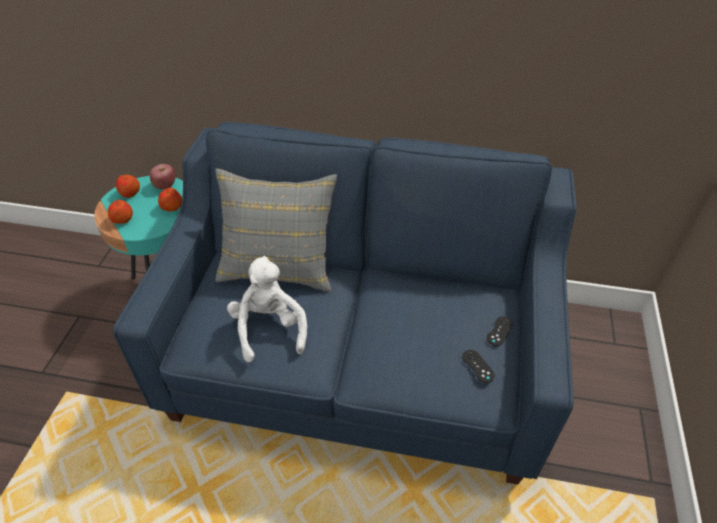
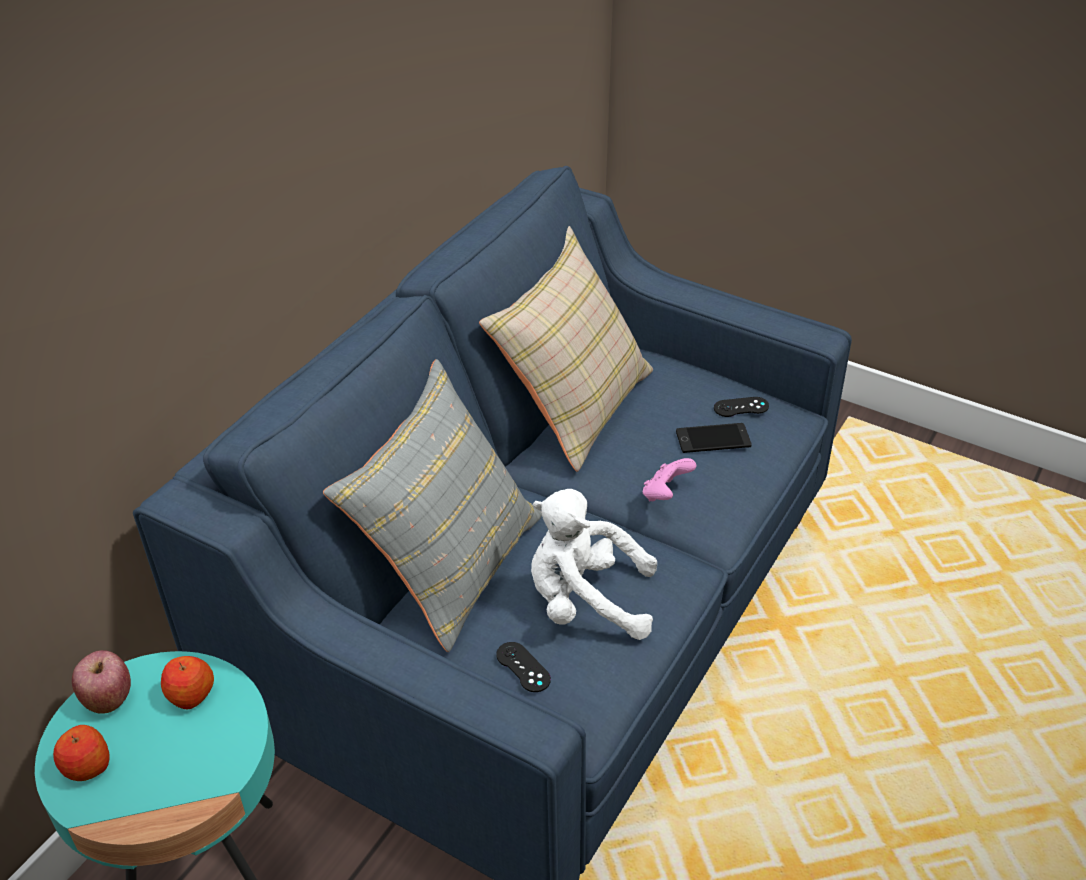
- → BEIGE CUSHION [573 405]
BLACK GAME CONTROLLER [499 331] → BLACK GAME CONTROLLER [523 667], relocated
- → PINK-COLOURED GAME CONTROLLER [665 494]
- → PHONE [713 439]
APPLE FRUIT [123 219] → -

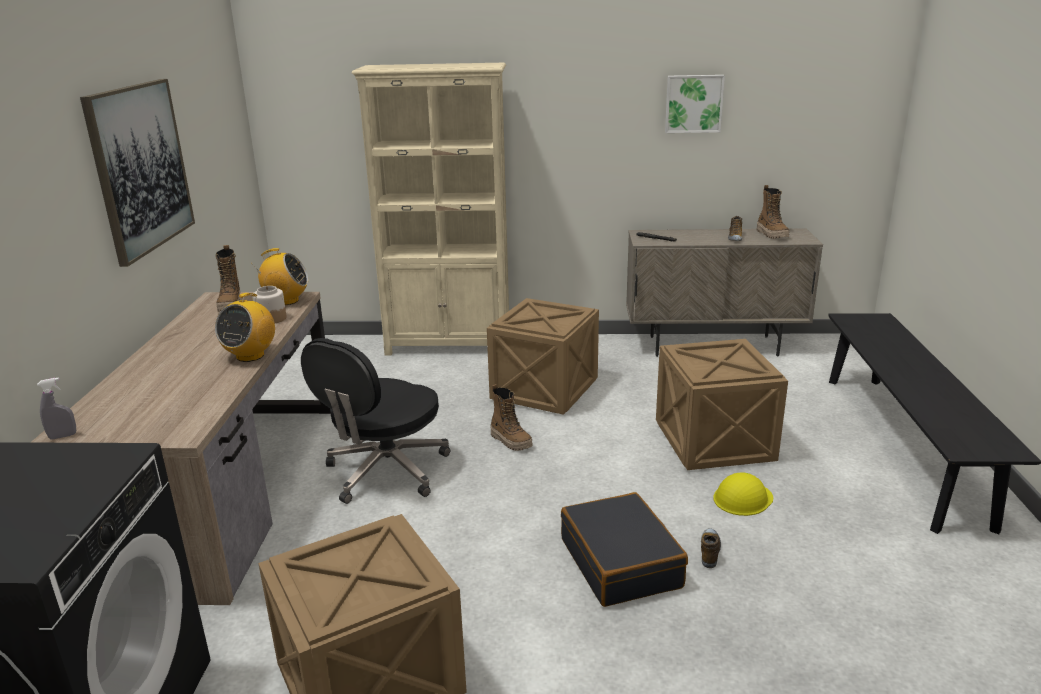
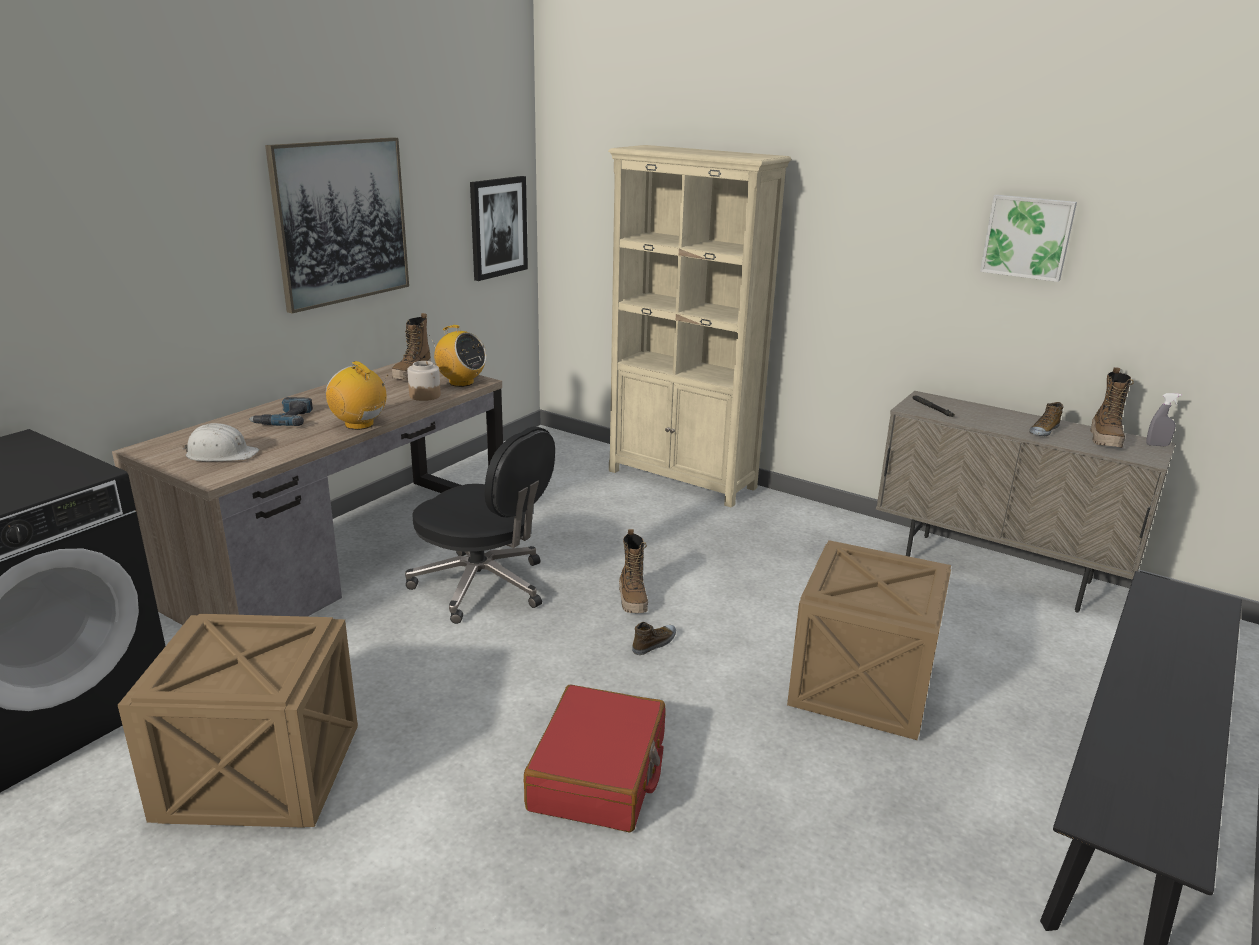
- → WHITISH WORK HELMET [221 454]
- → DRILL [285 419]
RADIO RECEIVER [250 356] → RADIO RECEIVER [360 424], 75 degrees clockwise
BLACK COMPUTER CHAIR [385 472] → BLACK COMPUTER CHAIR [483 586], 120 degrees counterclockwise
- → WALL PICTURE [498 227]
BLACK PIECE OF LUGGAGE [621 563] → RED-COLOURED PIECE OF LUGGAGE [599 774]
LOW SHOE [710 551] → LOW SHOE [654 643], relocated
GREYISH HAND SPRAYER [63 436] → GREYISH HAND SPRAYER [1157 445], relocated
CRATE [545 389] → -
YELLOW-COLOURED WORK HELMET [742 498] → -

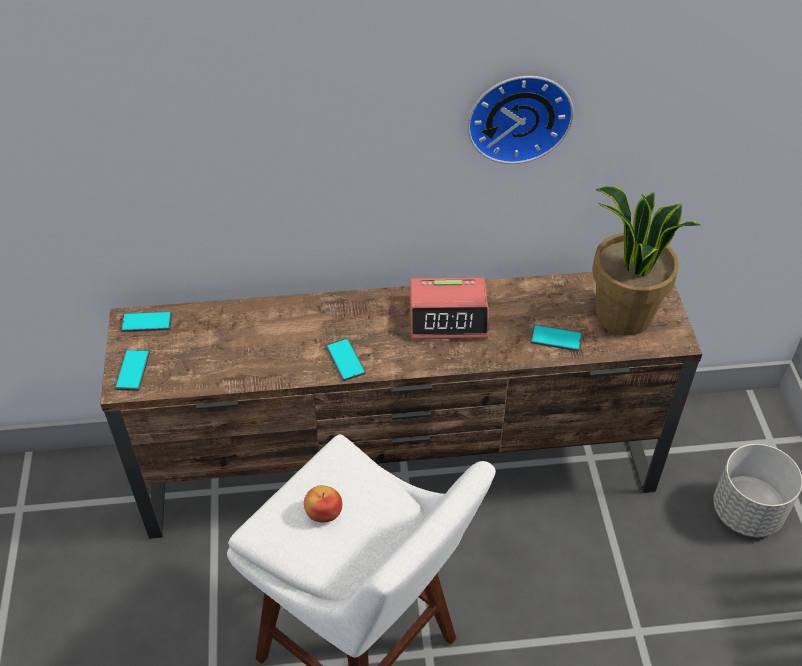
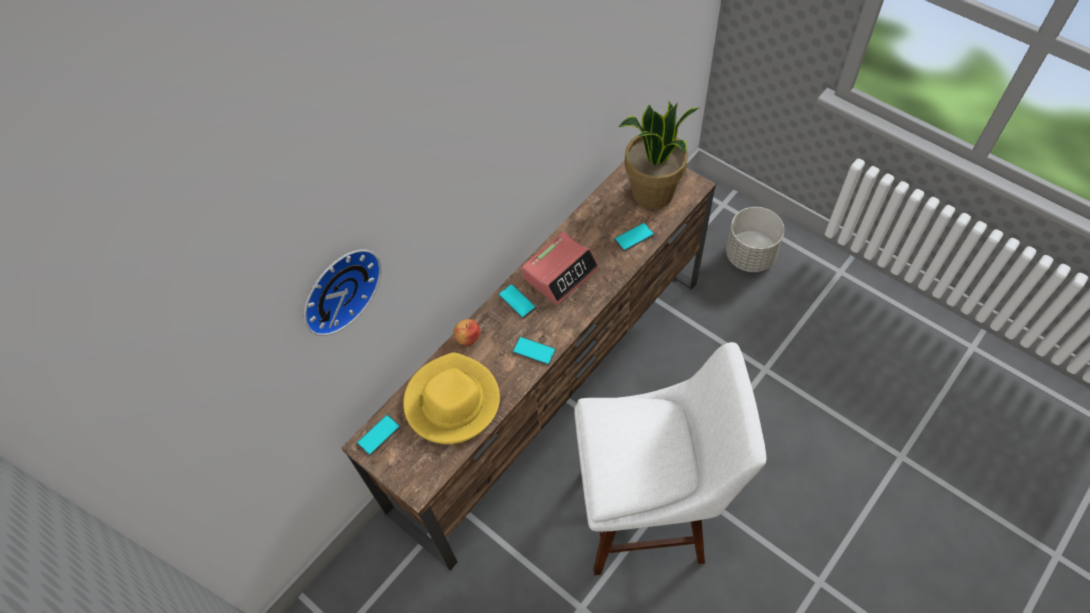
HANGING CLOCK [518 115] → HANGING CLOCK [337 288], relocated
- → YELLOW-COLOURED CLOTHING HAT [451 401]
APPLE FRUIT [324 512] → APPLE FRUIT [468 337], relocated
PHONE [133 370] → PHONE [517 301], relocated

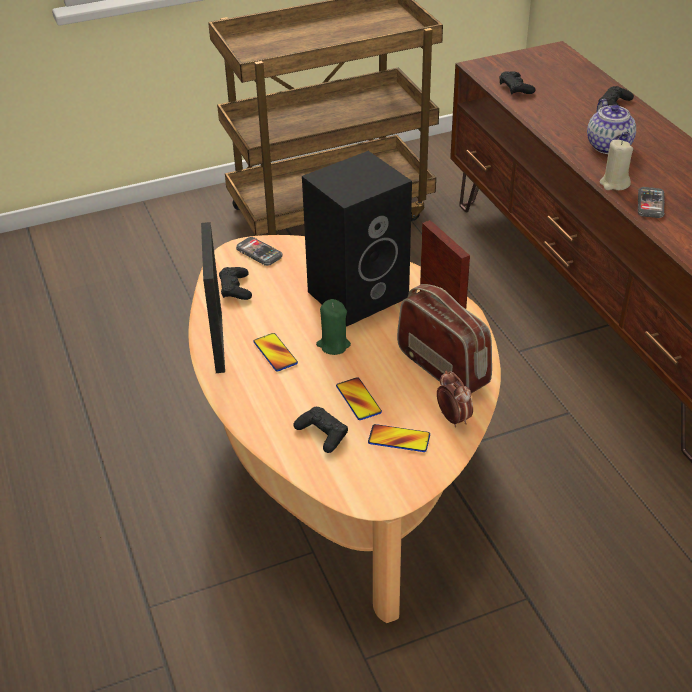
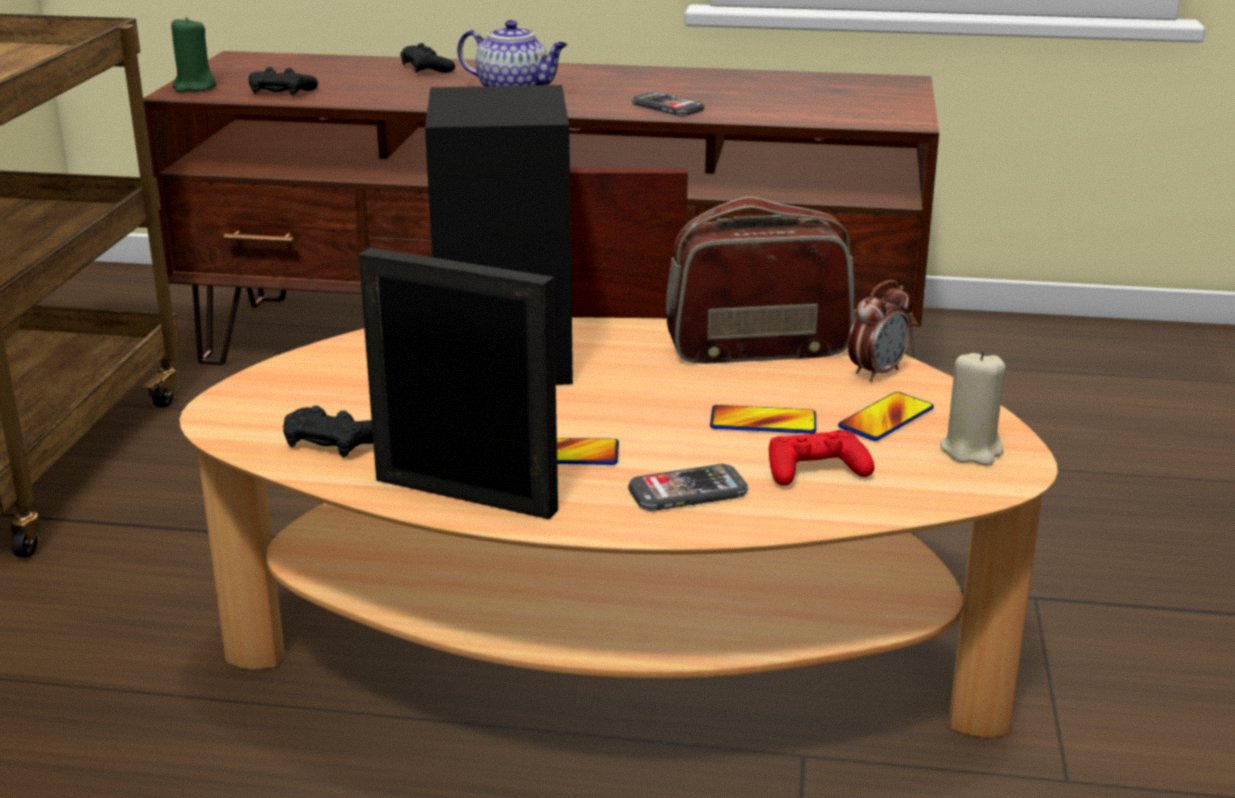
GREENISH WAX LIGHT [333 345] → GREENISH WAX LIGHT [194 87], relocated
PHONE [259 253] → PHONE [687 491], relocated
BLACK GAME CONTROLLER [322 434] → RED-COLOURED GAME CONTROLLER [816 470]
ALARM CLOCK [453 418] → ALARM CLOCK [877 372], 135 degrees clockwise
BEIGE WAX LIGHT [614 184] → BEIGE WAX LIGHT [971 450], relocated

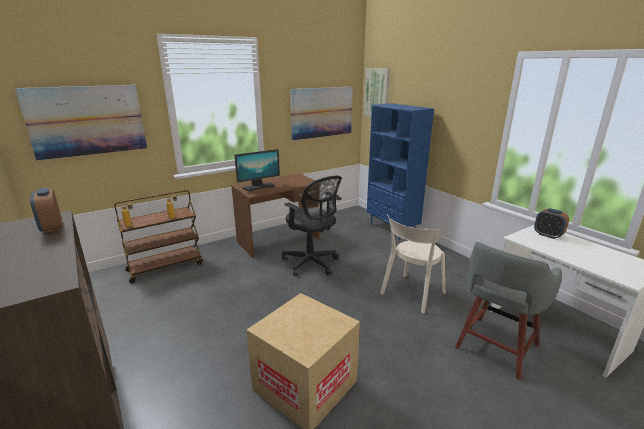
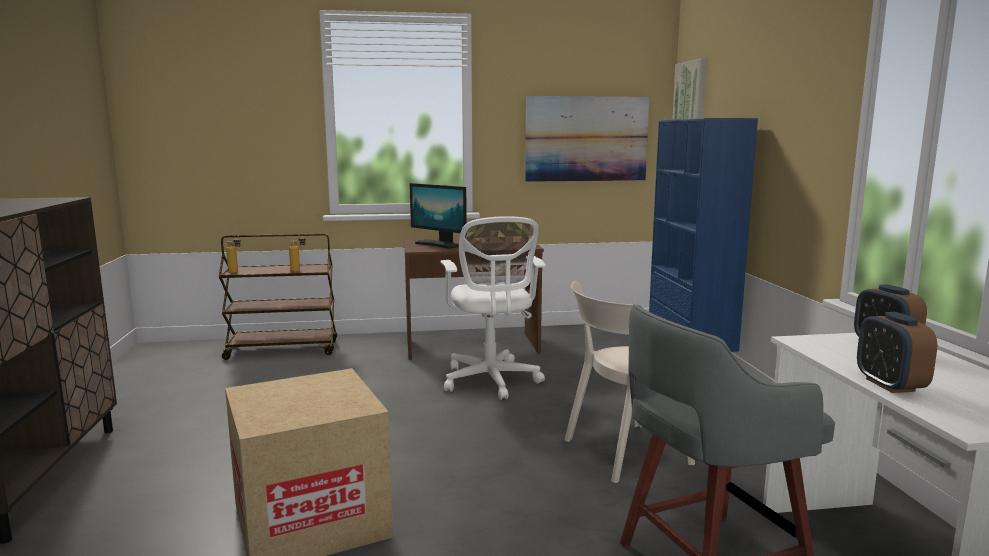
MONITOR [259 187] → MONITOR [439 244], 45 degrees clockwise
BLACK COMPUTER CHAIR [312 264] → WHITISH COMPUTER CHAIR [491 381]
ALARM CLOCK [52 227] → ALARM CLOCK [890 385], relocated
WALL PICTURE [87 120] → -

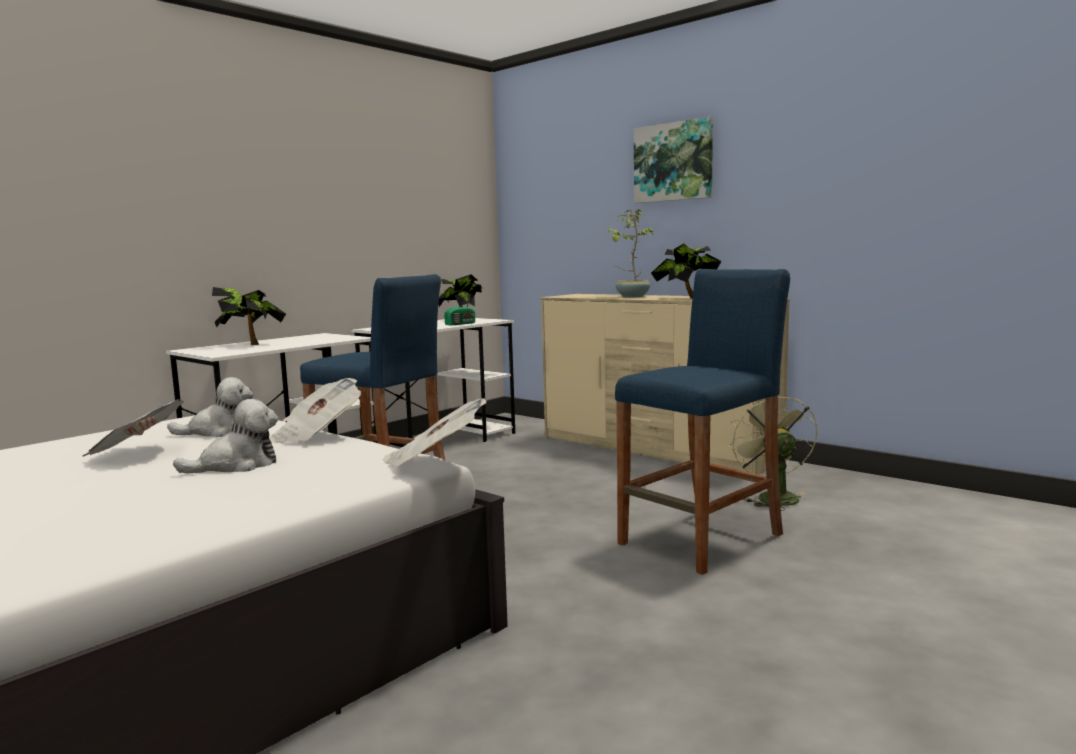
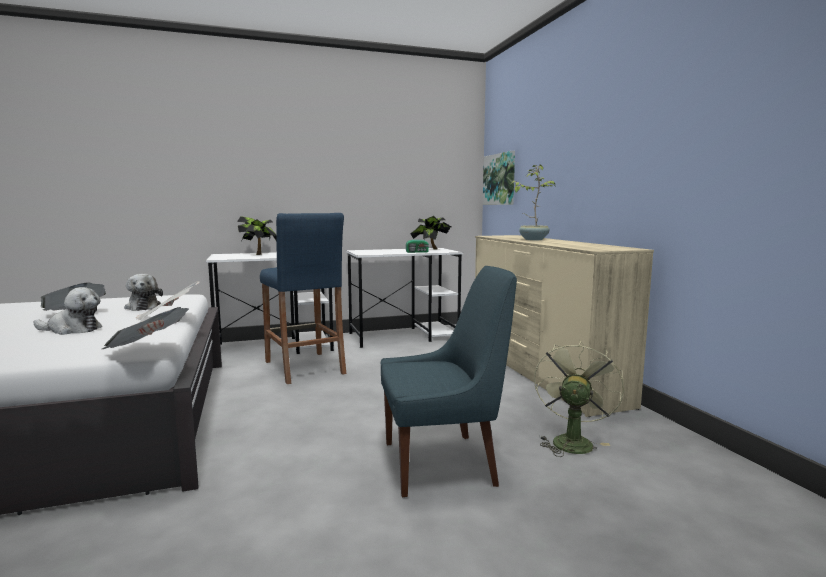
CUDDLY TOY [219 431] → CUDDLY TOY [143 307], 45 degrees clockwise
BLUE STOOL SEAT [701 539] → BLUE PLAIN CHAIR [443 463]
WALL PICTURE [673 162] → WALL PICTURE [500 179], relocated
POTTED PLANT [686 298] → -

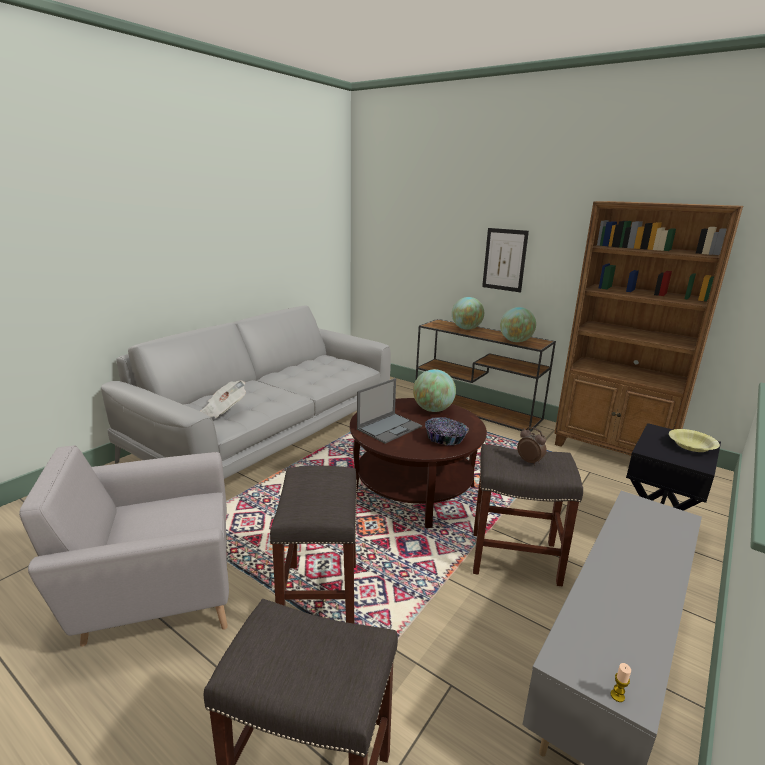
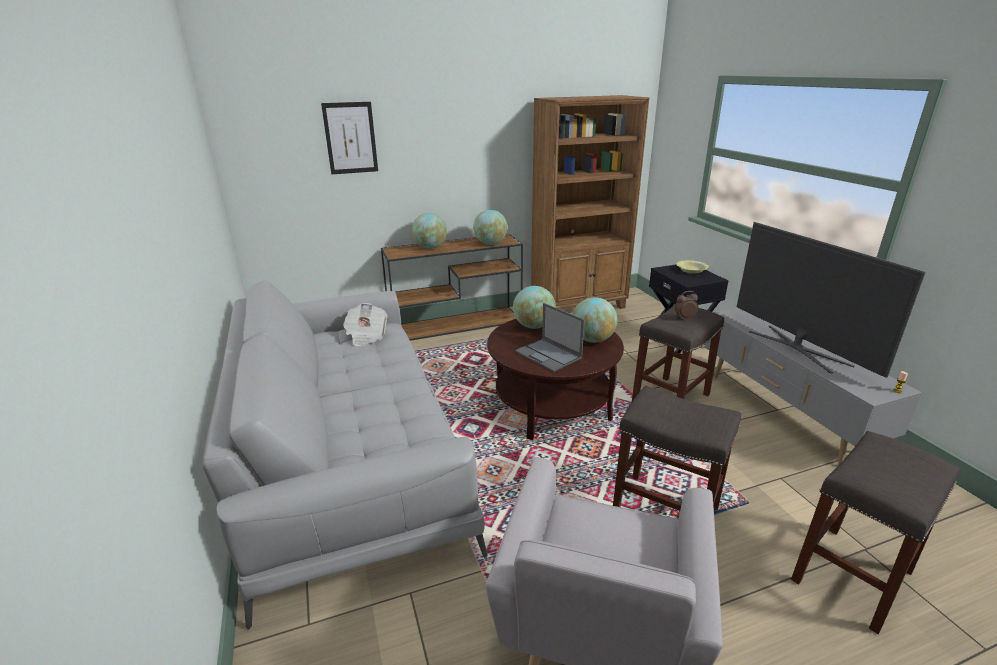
WALL PICTURE [504 260] → WALL PICTURE [350 138], relocated
PRINTED PAPER [223 410] → PRINTED PAPER [366 335], relocated
NOTEBOOK COMPUTER [389 427] → NOTEBOOK COMPUTER [549 355], 150 degrees clockwise
BOWL [445 439] → GLOBE [592 340]
- → TELEVISION [798 348]

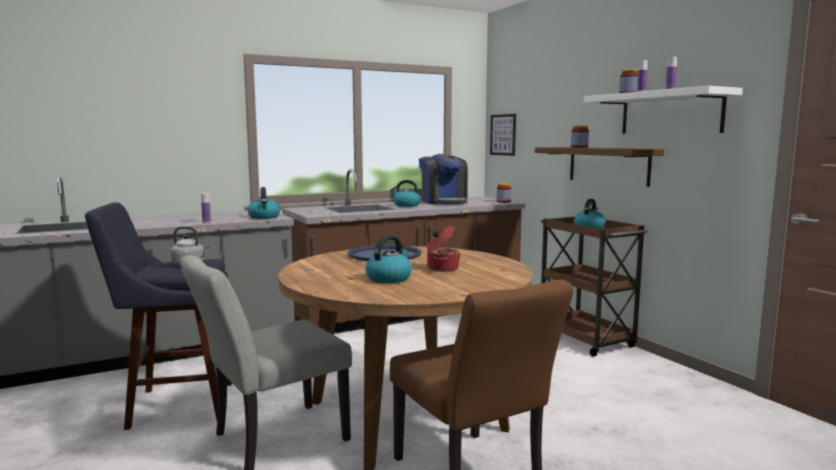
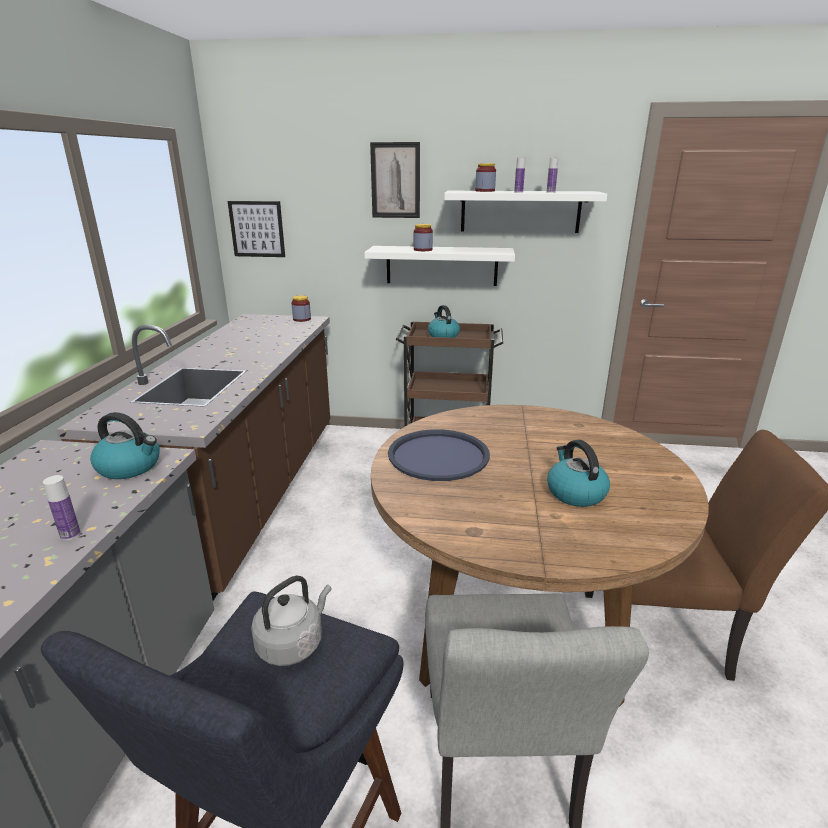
BROWN-COLOURED WALL SHELF [608 165] → WHITISH WALL SHELF [441 265]
- → WALL PICTURE [395 180]
KETTLE [406 205] → -
COFFEE MACHINE [444 202] → -
COOKING POT [441 268] → -

